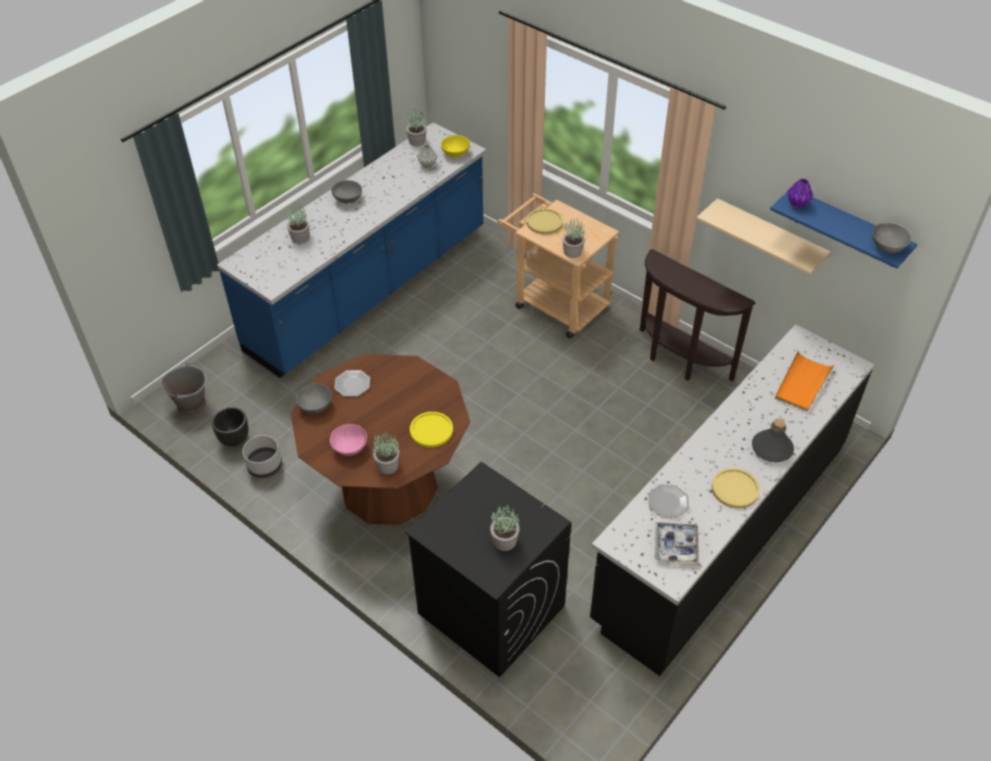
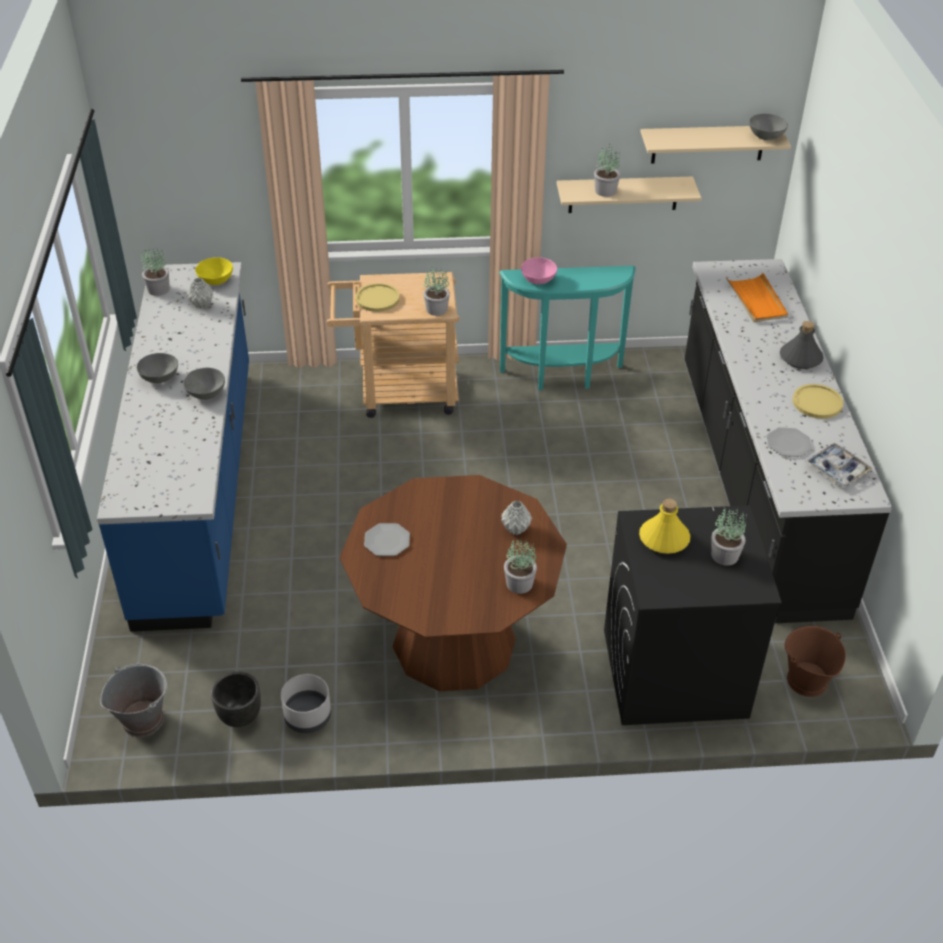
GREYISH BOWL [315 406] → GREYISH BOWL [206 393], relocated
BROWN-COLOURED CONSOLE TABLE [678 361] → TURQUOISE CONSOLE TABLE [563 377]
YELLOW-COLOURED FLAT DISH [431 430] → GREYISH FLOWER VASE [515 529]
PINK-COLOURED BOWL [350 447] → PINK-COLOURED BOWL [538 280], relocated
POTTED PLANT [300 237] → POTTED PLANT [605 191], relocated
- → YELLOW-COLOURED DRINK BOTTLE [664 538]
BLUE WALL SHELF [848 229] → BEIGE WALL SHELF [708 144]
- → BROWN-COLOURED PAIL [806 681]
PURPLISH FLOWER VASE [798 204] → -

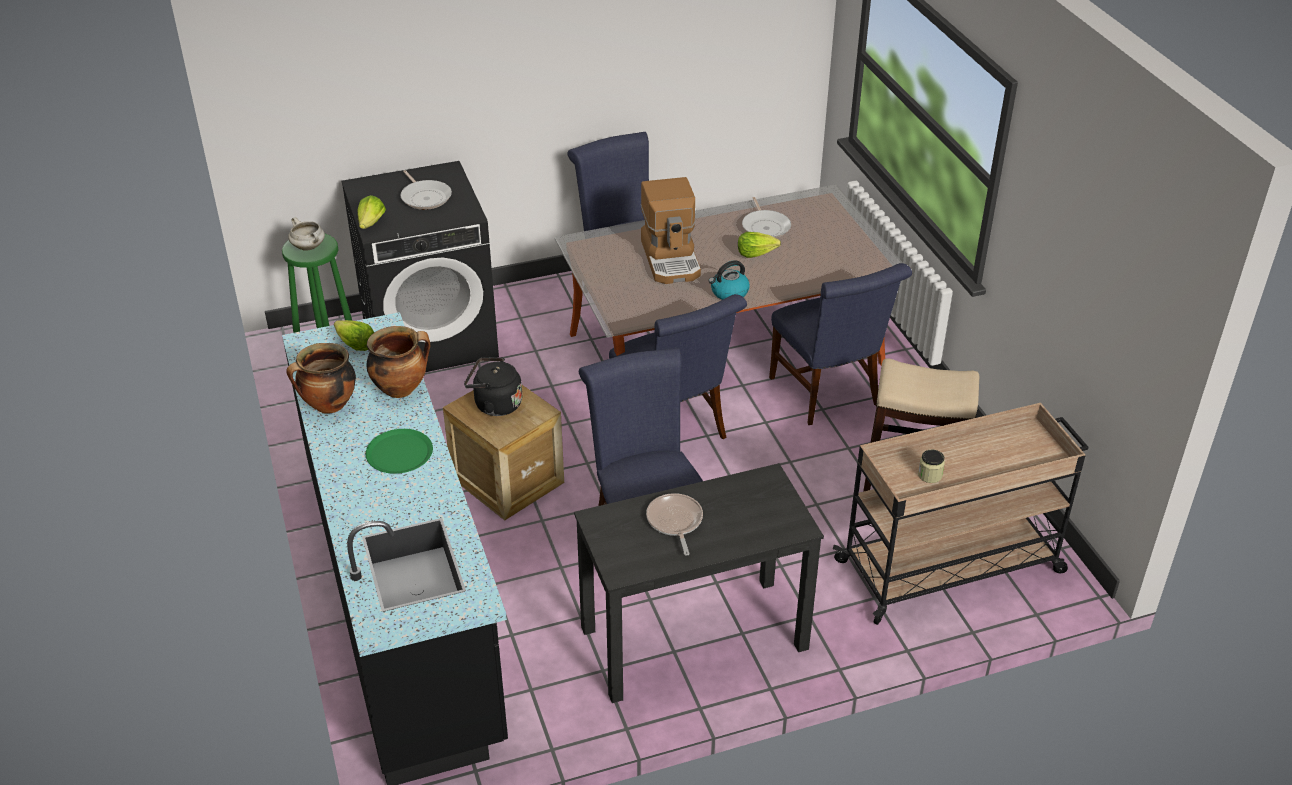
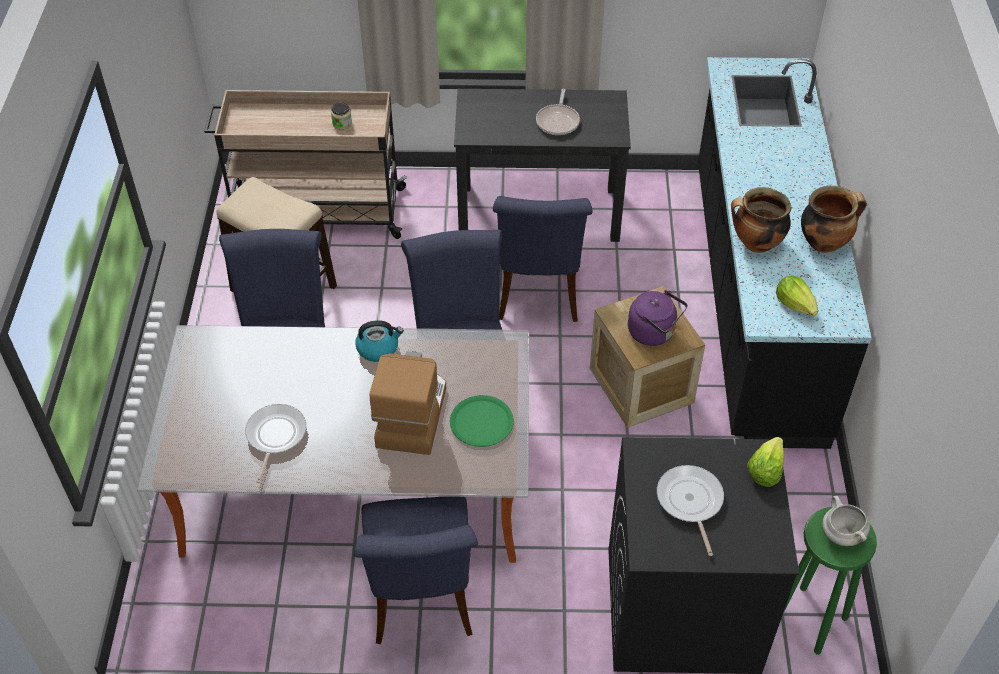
GREENISH FLAT DISH [399 453] → GREENISH FLAT DISH [481 422], relocated
BLACK KETTLE [495 404] → PURPLISH KETTLE [654 333]
LETTUCE HEAD [756 253] → -

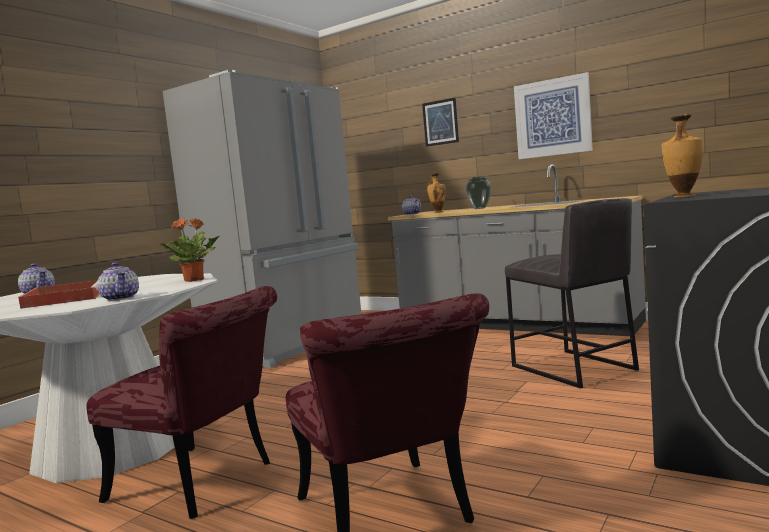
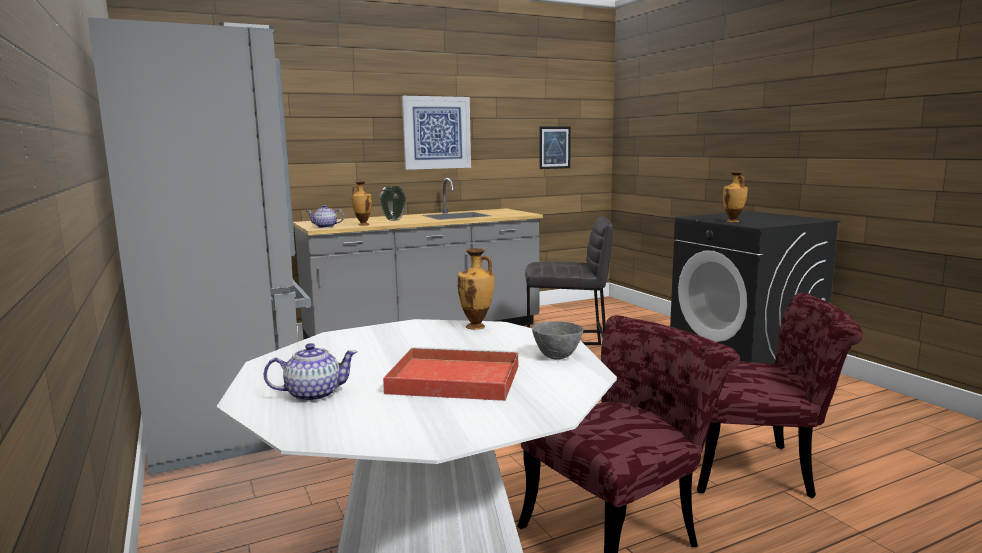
POTTED PLANT [195 280] → FLOWER VASE [476 327]
POT FOR TEA [121 298] → GREYISH BOWL [556 356]
WALL PICTURE [440 122] → WALL PICTURE [554 147], relocated

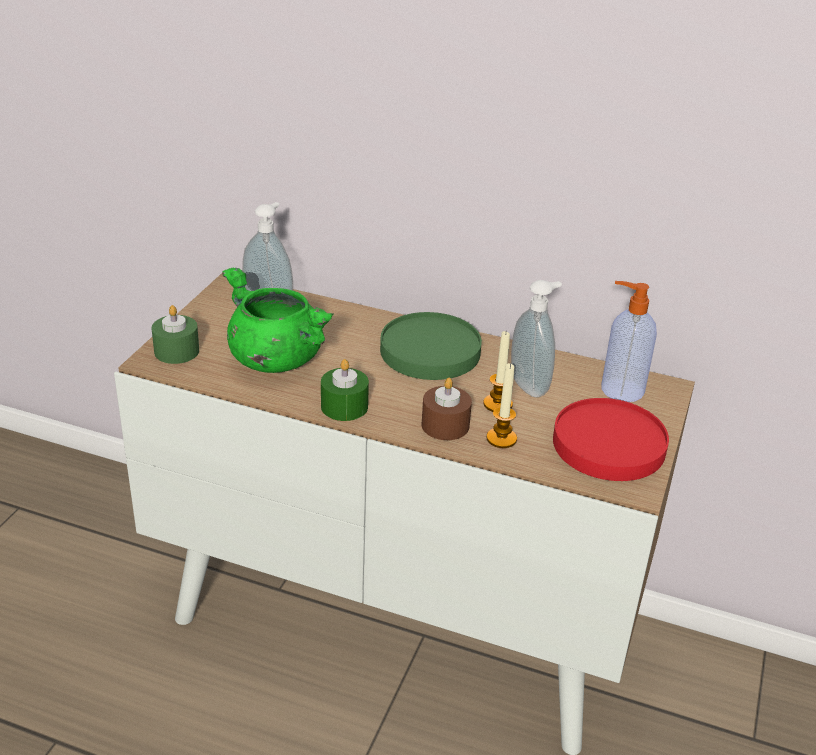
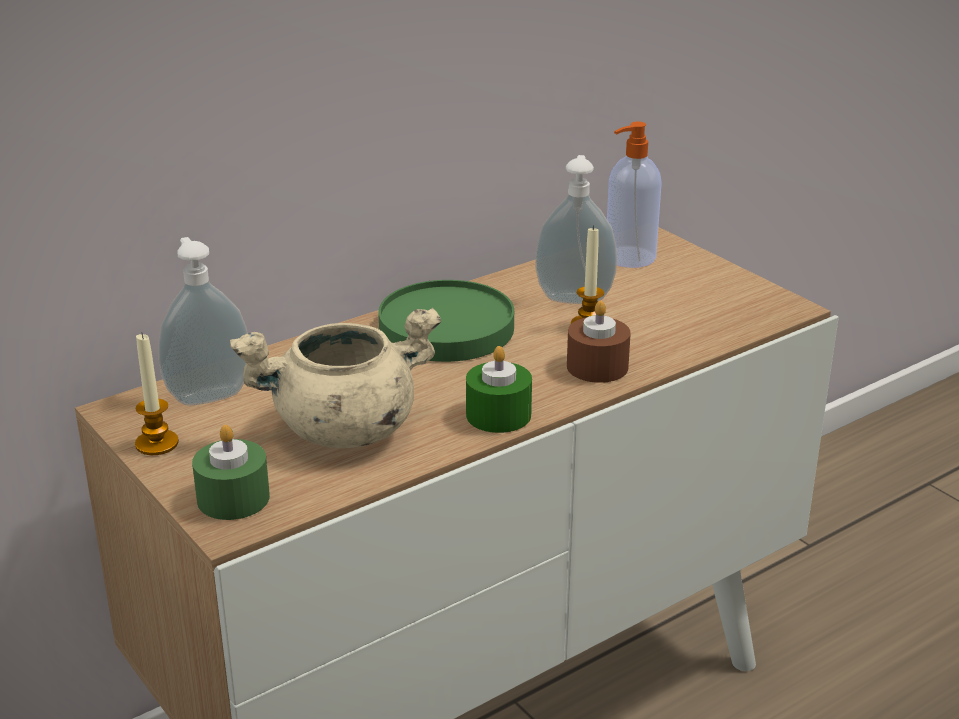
WAX LIGHT [501 438] → WAX LIGHT [157 443], relocated
GREENISH COOKING POT [275 359] → BEIGE COOKING POT [344 430]
RED-COLOURED FLAT DISH [608 444] → -

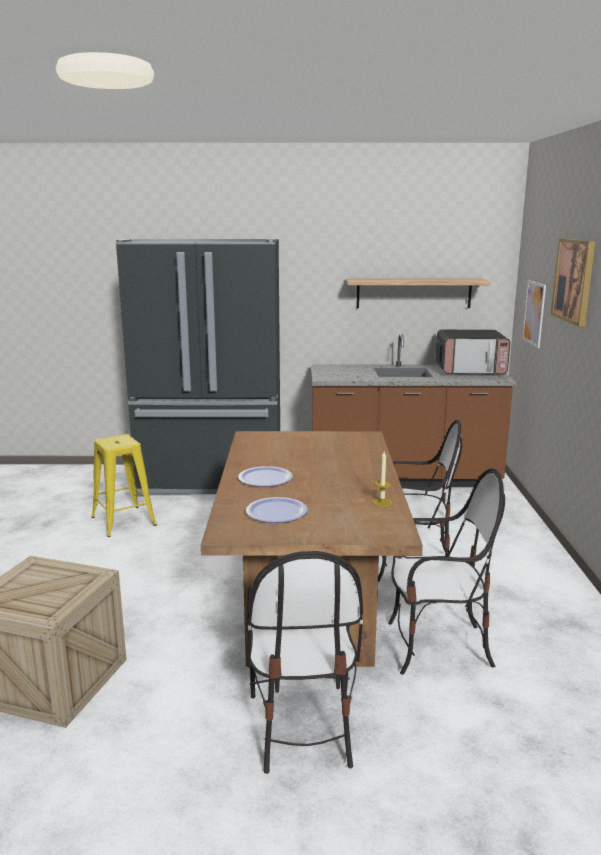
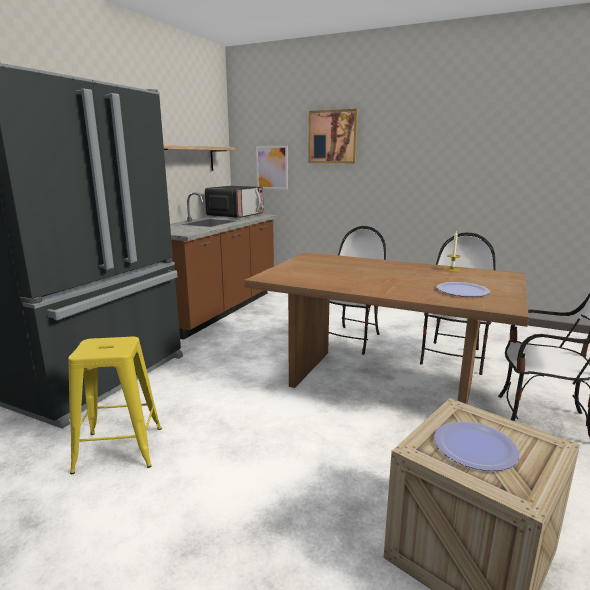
FLAT DISH [265 478] → FLAT DISH [475 447], relocated

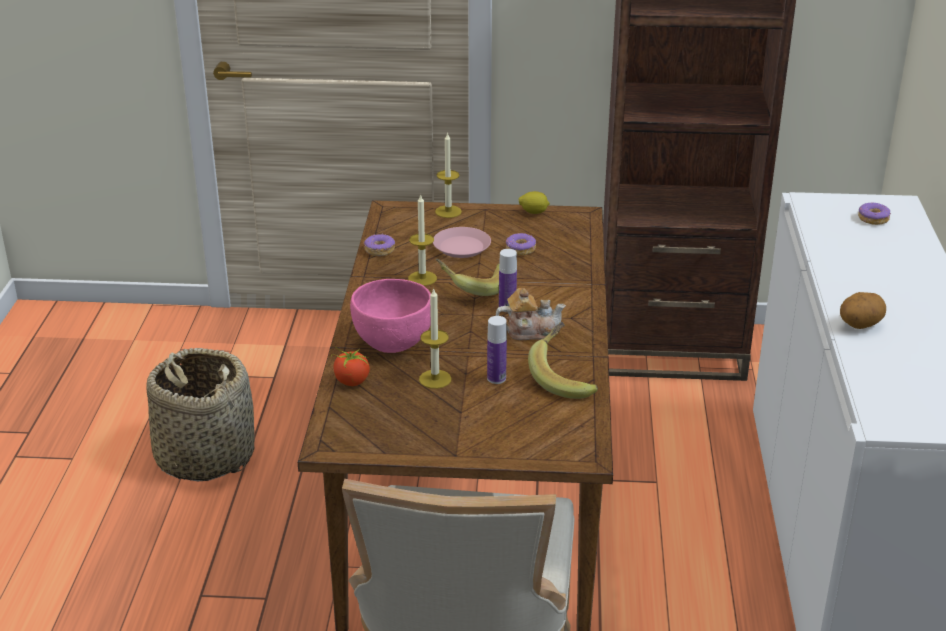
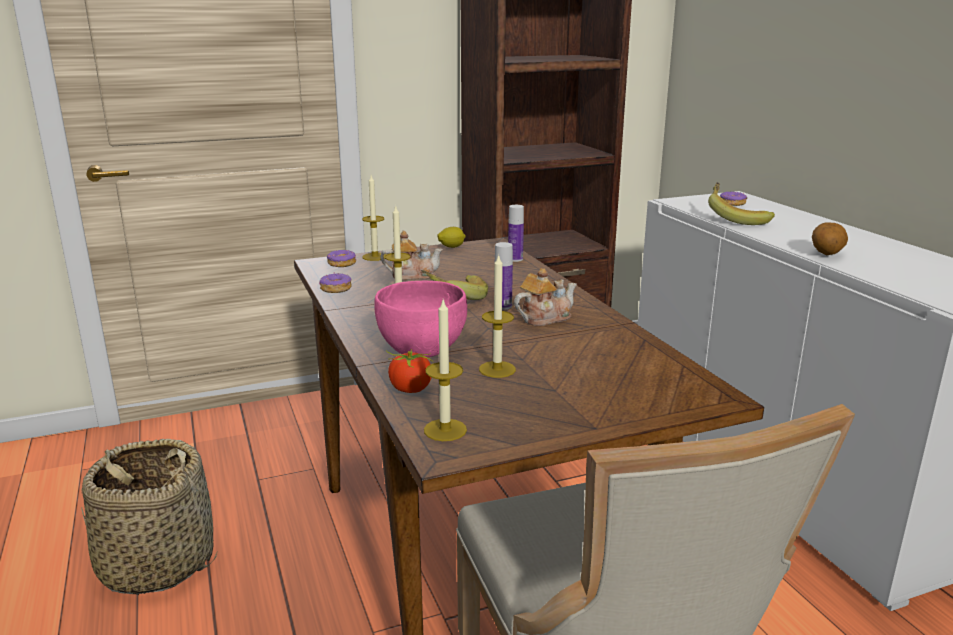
RING DOUGHNUT [521 249] → RING DOUGHNUT [342 264], relocated
PINK-COLOURED FLAT DISH [461 247] → POT FOR TEA [412 275]
- → WAX LIGHT [445 430]
DRINK BOTTLE [496 378] → DRINK BOTTLE [515 259], relocated
WHOLE BANANA [565 377] → WHOLE BANANA [736 219], relocated

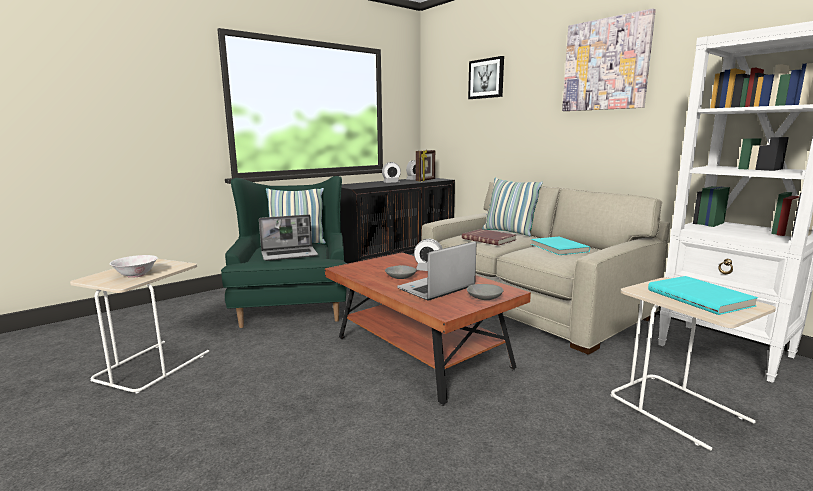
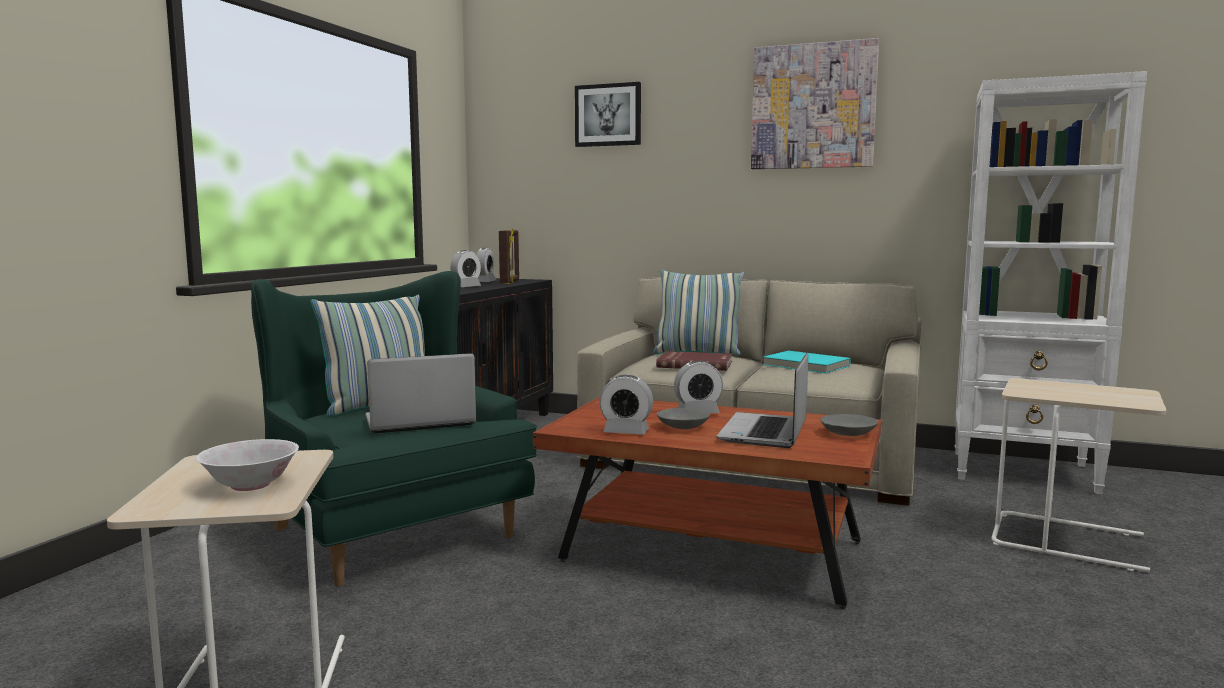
NOTEBOOK COMPUTER [290 254] → NOTEBOOK COMPUTER [418 422], 150 degrees counterclockwise
- → ALARM CLOCK [626 432]
TURQUOISE BOOK [700 297] → -

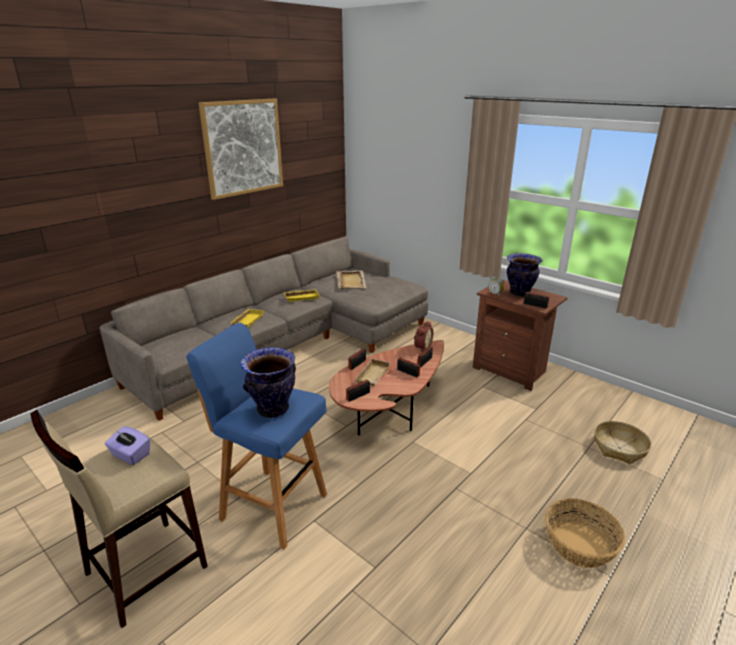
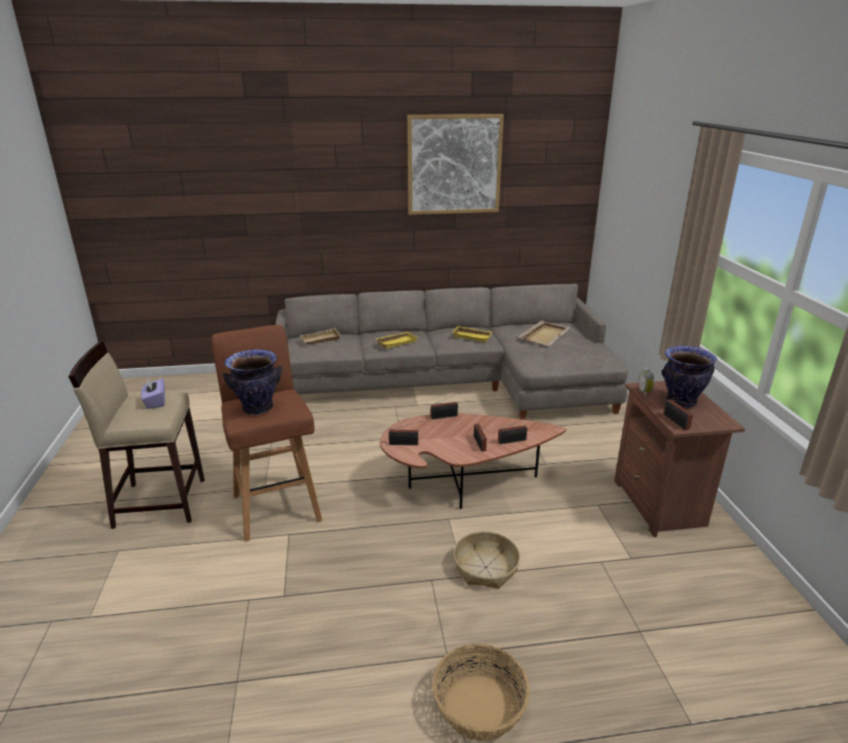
BLUE STOOL SEAT [272 505] → BROWN-COLOURED STOOL SEAT [276 506]
BEIGE CARRYING TRAY [374 376] → BEIGE CARRYING TRAY [320 340], relocated
BASKET [619 448] → BASKET [486 567], relocated
ALARM CLOCK [421 347] → -

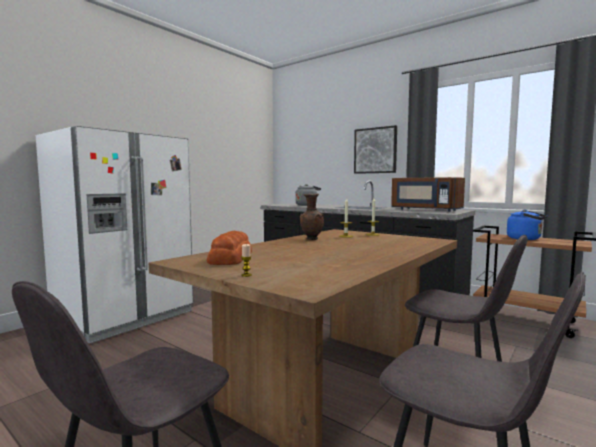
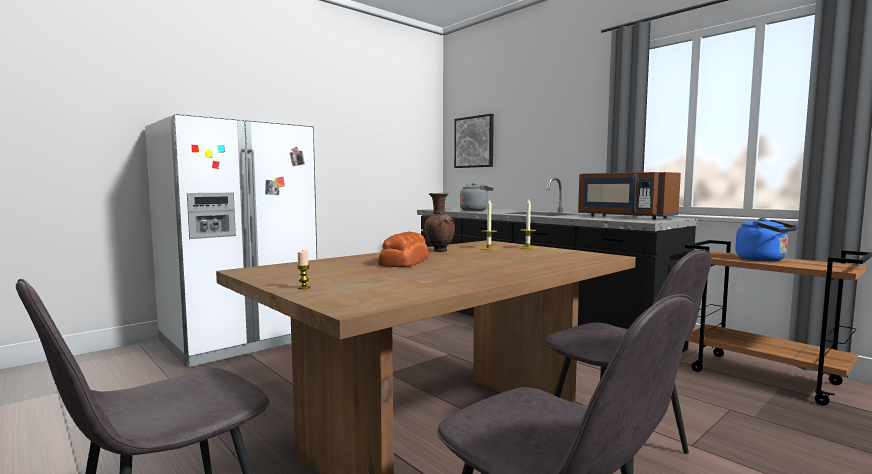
BREAD [231 258] → BREAD [405 261], relocated
WALL PICTURE [375 150] → WALL PICTURE [474 142], relocated

